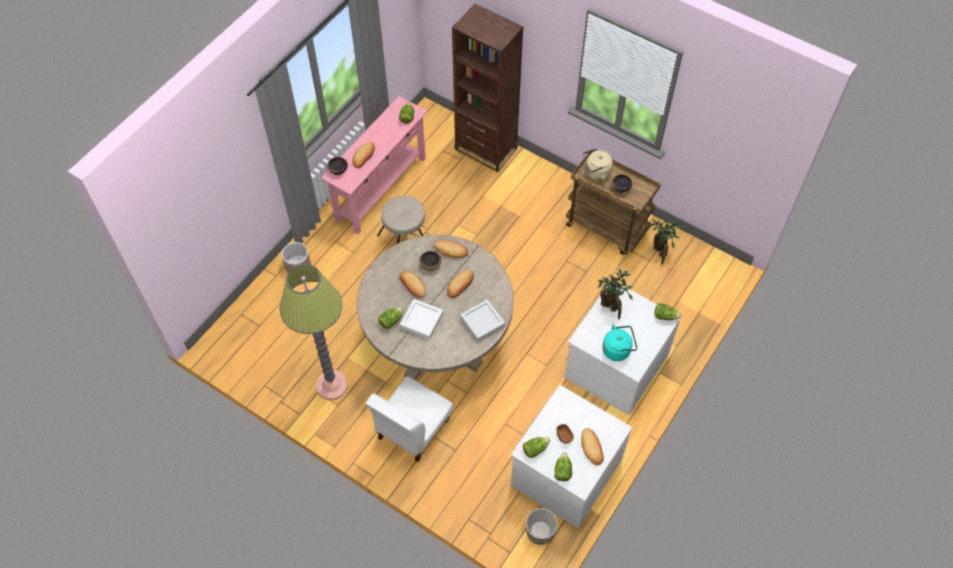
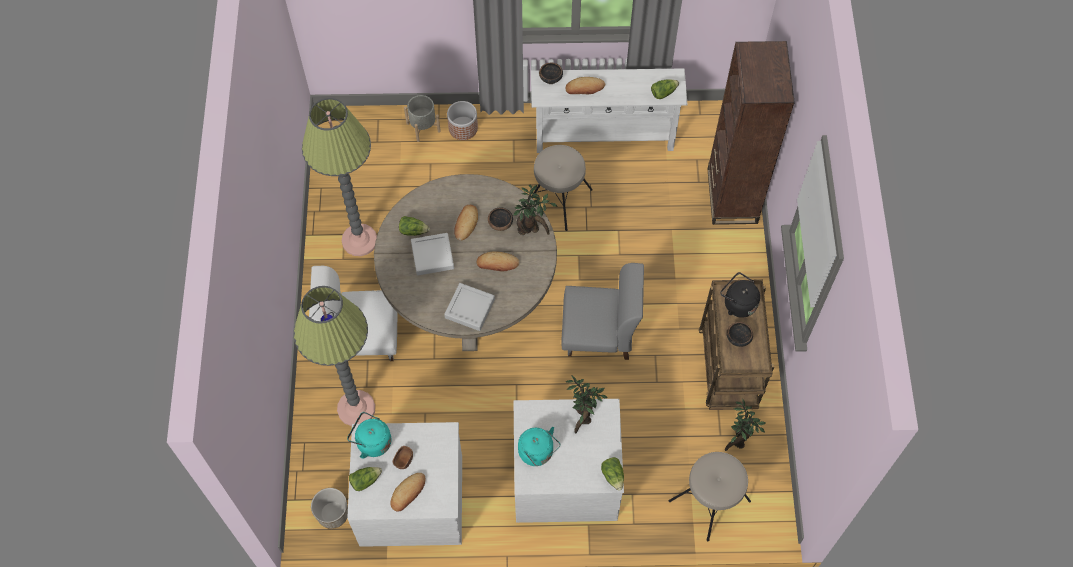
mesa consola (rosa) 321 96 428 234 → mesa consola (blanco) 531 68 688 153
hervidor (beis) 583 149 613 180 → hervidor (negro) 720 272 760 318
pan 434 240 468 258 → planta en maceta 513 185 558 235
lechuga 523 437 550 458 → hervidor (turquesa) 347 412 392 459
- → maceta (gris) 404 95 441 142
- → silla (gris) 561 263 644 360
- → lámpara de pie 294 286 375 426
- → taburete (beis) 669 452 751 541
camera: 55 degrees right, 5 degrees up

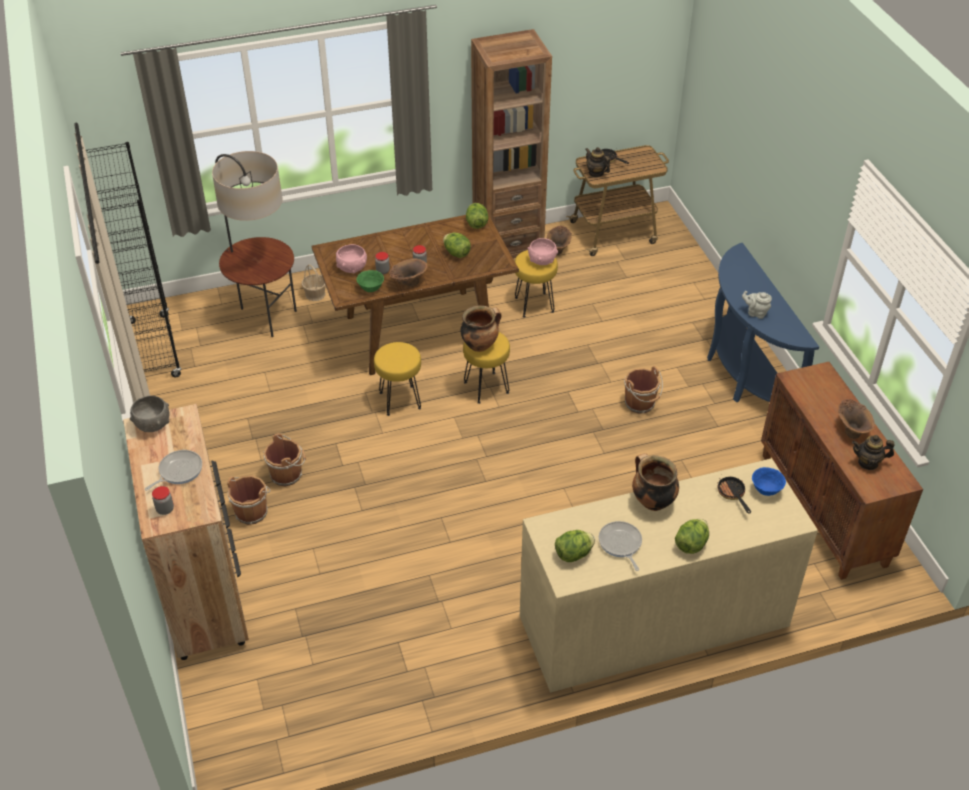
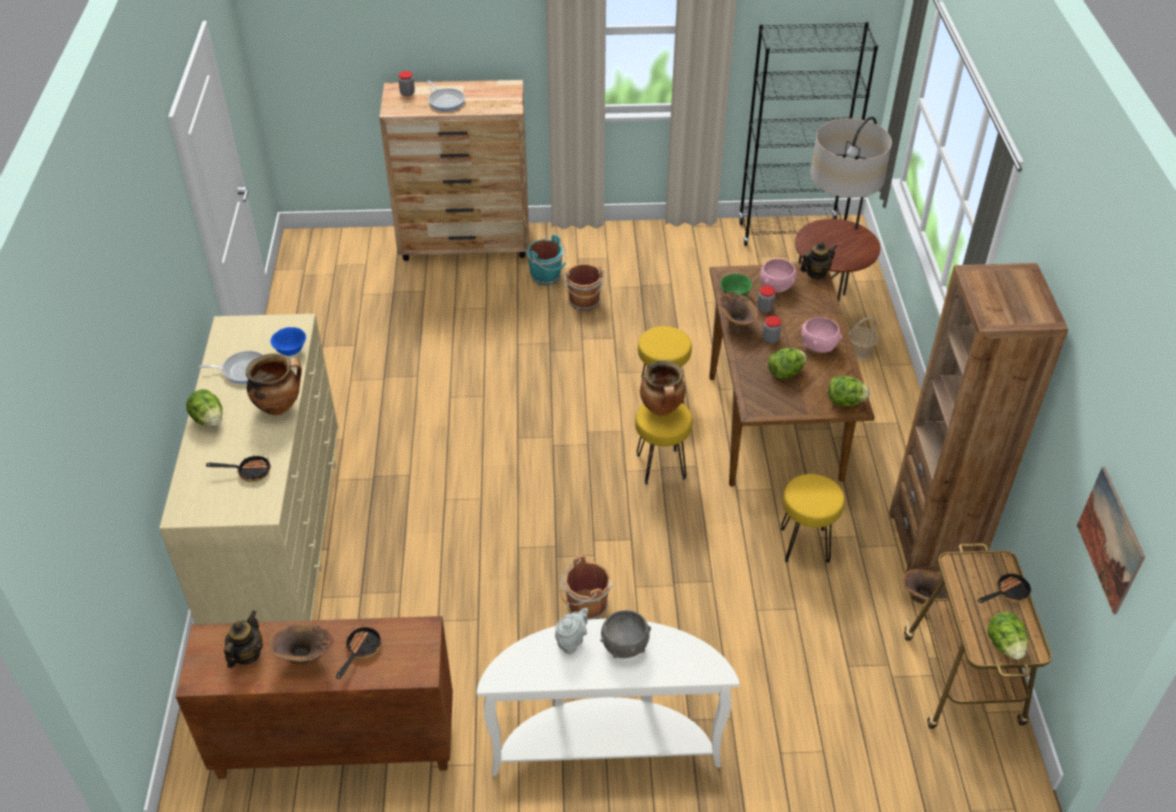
tetera 586 147 610 178 → tetera 800 242 838 279, moved
cuenco (rosa) 527 238 558 265 → cuenco (rosa) 801 317 842 353, moved
mesa consola (azul) 707 243 819 402 → mesa consola (blanco) 477 619 739 776
cuenco (gris) 130 396 169 432 → cuenco (gris) 600 610 651 658, moved
cuenco (azul) 752 467 786 496 → cuenco (azul) 270 327 306 356, moved
cubo (marrón) 227 476 270 525 → cubo (turquesa) 527 234 566 286
lechuga 555 530 595 562 → lechuga 988 612 1028 659, moved
- → cuadro 1077 467 1145 614
- → sartén 336 625 381 679
camera: 105 degrees right, 0 degrees up

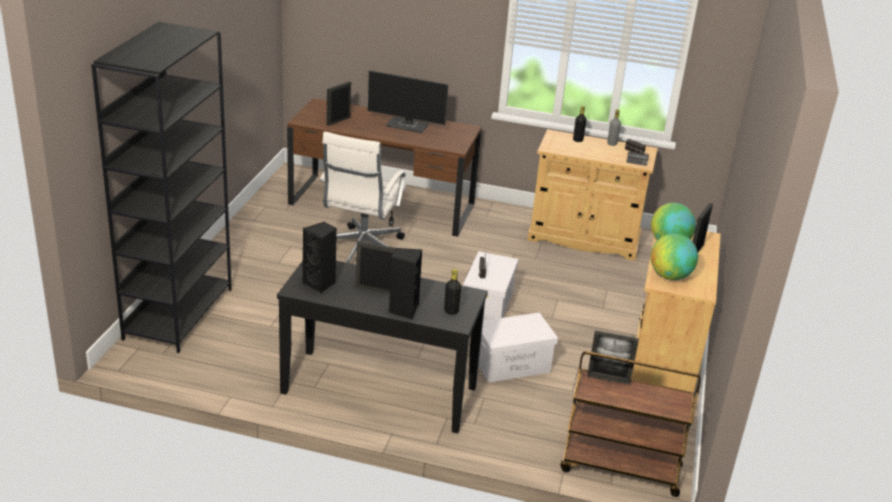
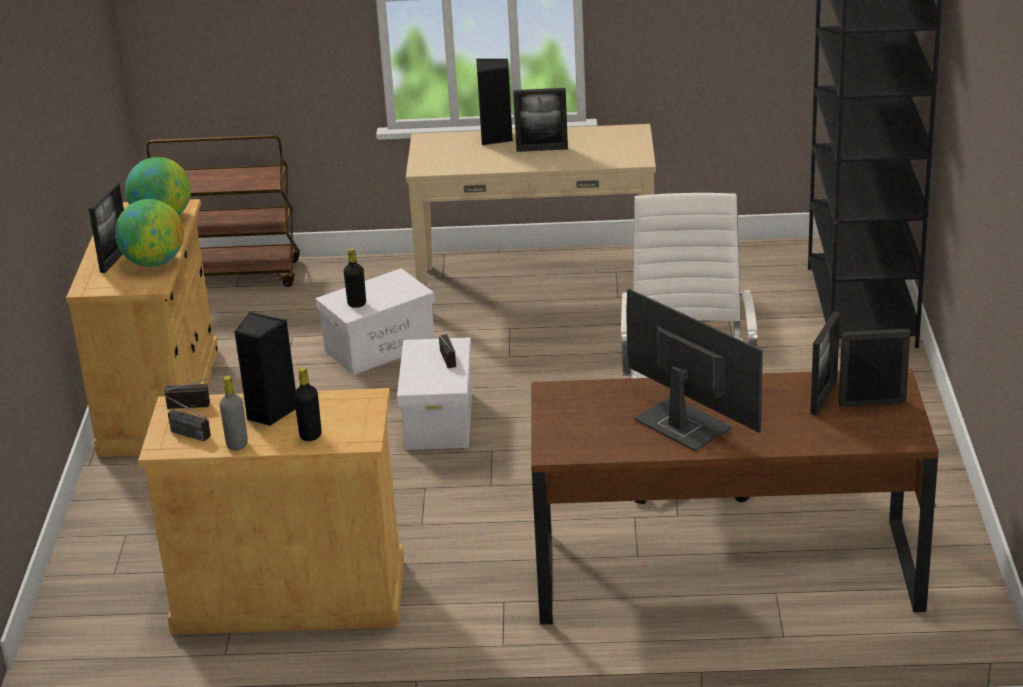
monitor 367 70 448 133 → monitor 626 289 763 451, 45 degrees clockwise
altavoz (negro) 303 222 337 294 → altavoz (negro) 234 311 296 426, moved
mesa consola (negro) 277 261 488 433 → mesa consola (beis) 406 124 656 287
botella (negro) 444 269 461 315 → botella (negro) 344 248 366 308, moved
portarretratos 587 331 639 385 → portarretratos 839 329 910 407, moved
camera: 170 degrees right, 0 degrees up

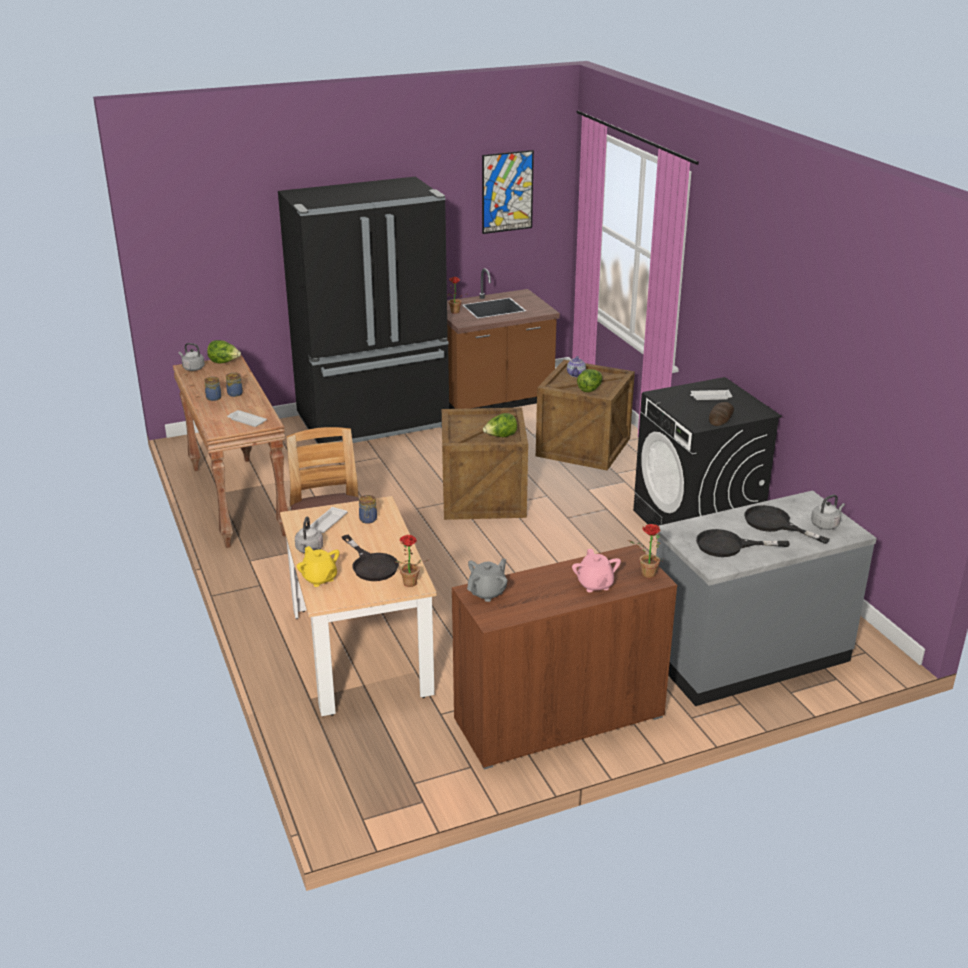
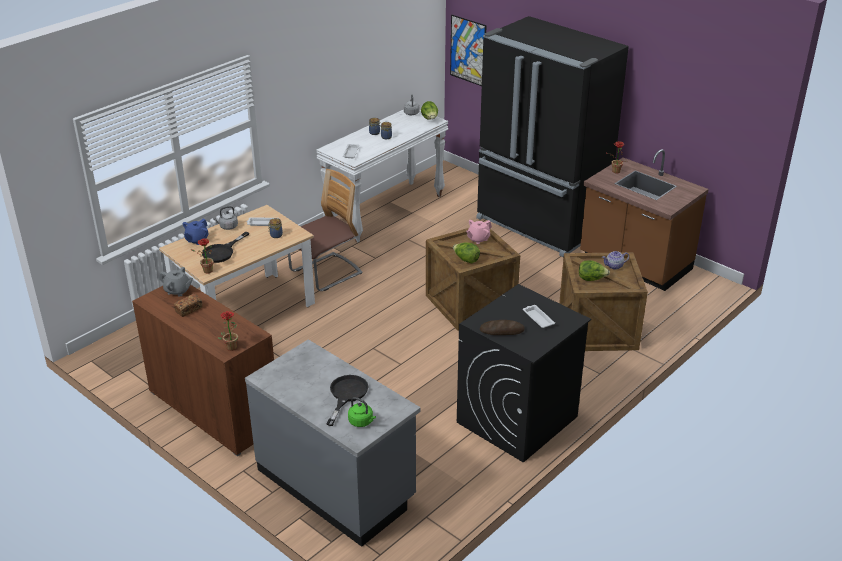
cuadro 482 150 534 234 → cuadro 450 15 487 86, moved
mesa consola (marrón) 173 355 288 548 → mesa consola (blanco) 316 110 448 243
hervidor (gris) 811 495 845 530 → hervidor (verde) 348 397 376 427
sartén (negro) 696 529 790 557 → -
tetera (amarillo) 297 546 339 587 → tetera (azul) 183 219 209 245
tetera (rosa) 572 549 621 592 → tetera (rosa) 466 220 492 244, moved
- → pan 174 294 202 317
camera: 65 degrees right, 5 degrees up

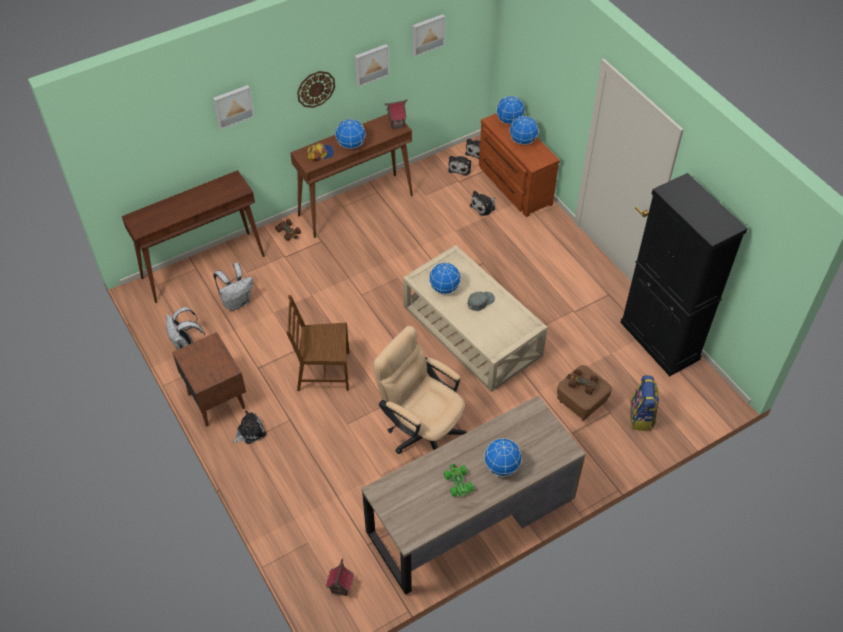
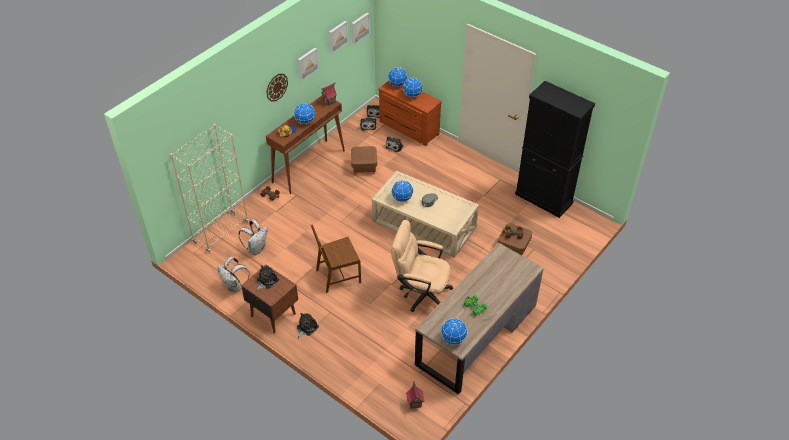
cuadro 213 85 255 130 → cuadro 351 13 370 44, moved
mesa consola (marrón) 122 170 265 303 → estantería (beis) 170 124 249 253
mochila 630 375 659 431 → -
globo terráqueo 484 438 522 477 → globo terráqueo 441 318 468 345, moved
- → puf (marrón) 351 146 377 175
- → peluche 257 265 279 291
camera: 20 degrees left, 5 degrees down

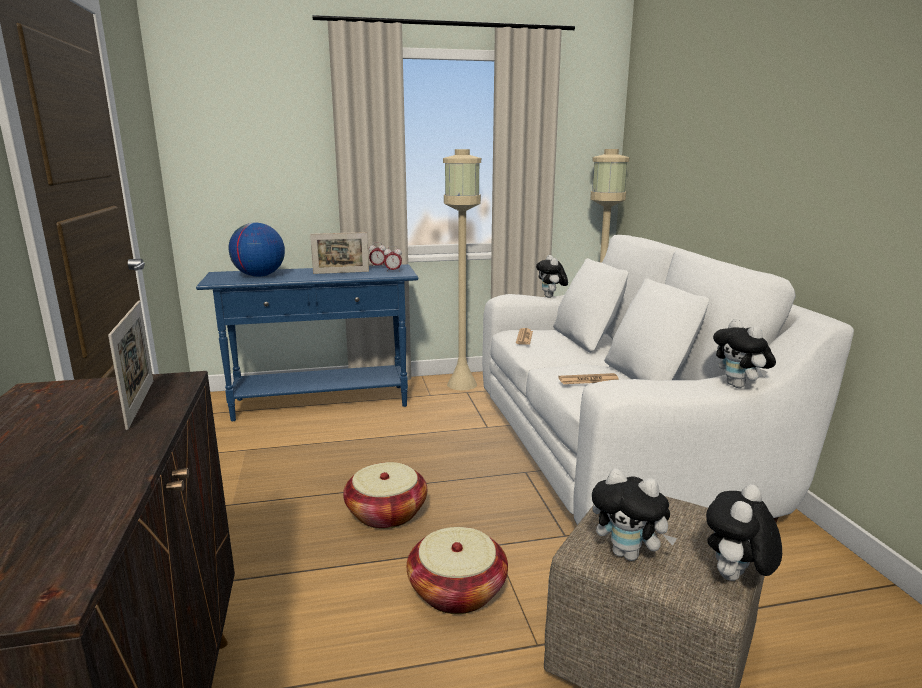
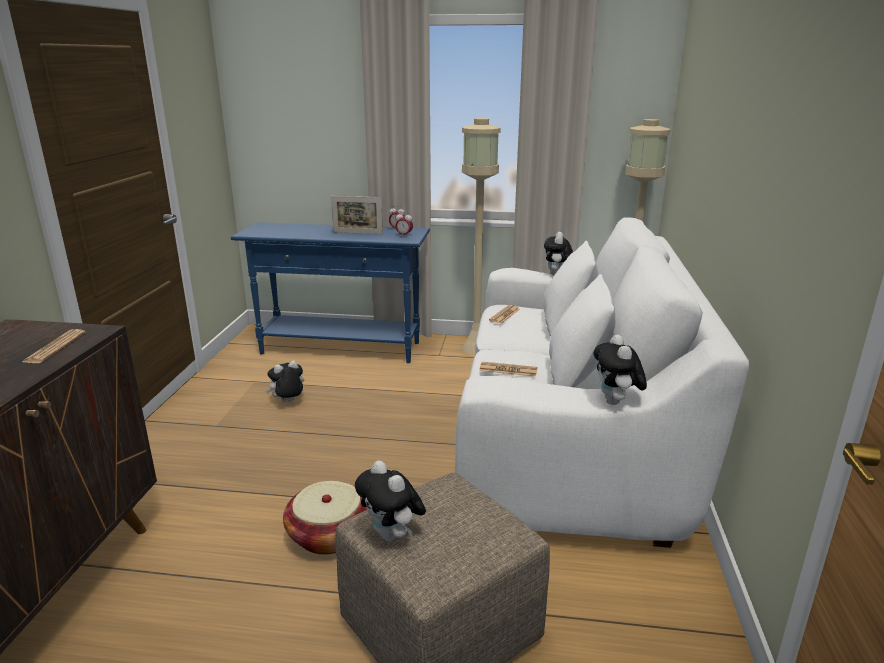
globo terráqueo 228 223 285 277 → -
portarretratos 108 301 153 430 → periódico 23 329 85 363
cesta 343 462 427 529 → -
peluche 706 485 782 581 → peluche 266 360 304 402, moved
camera: 20 degrees right, 5 degrees up

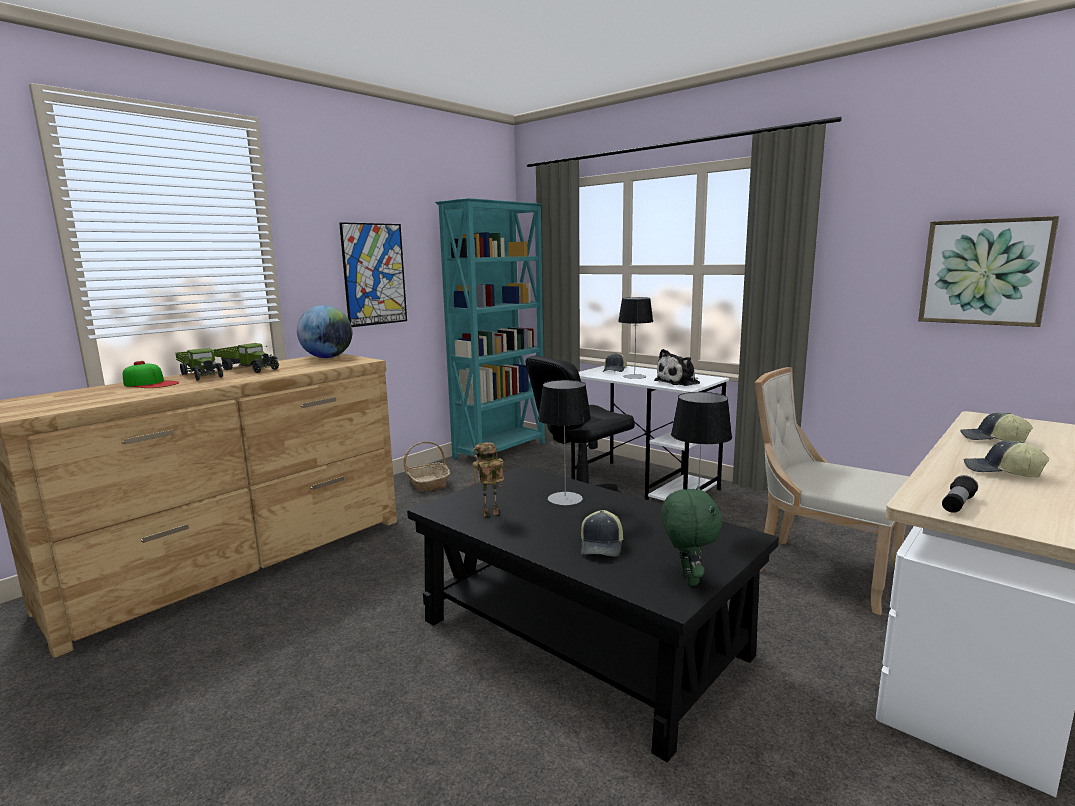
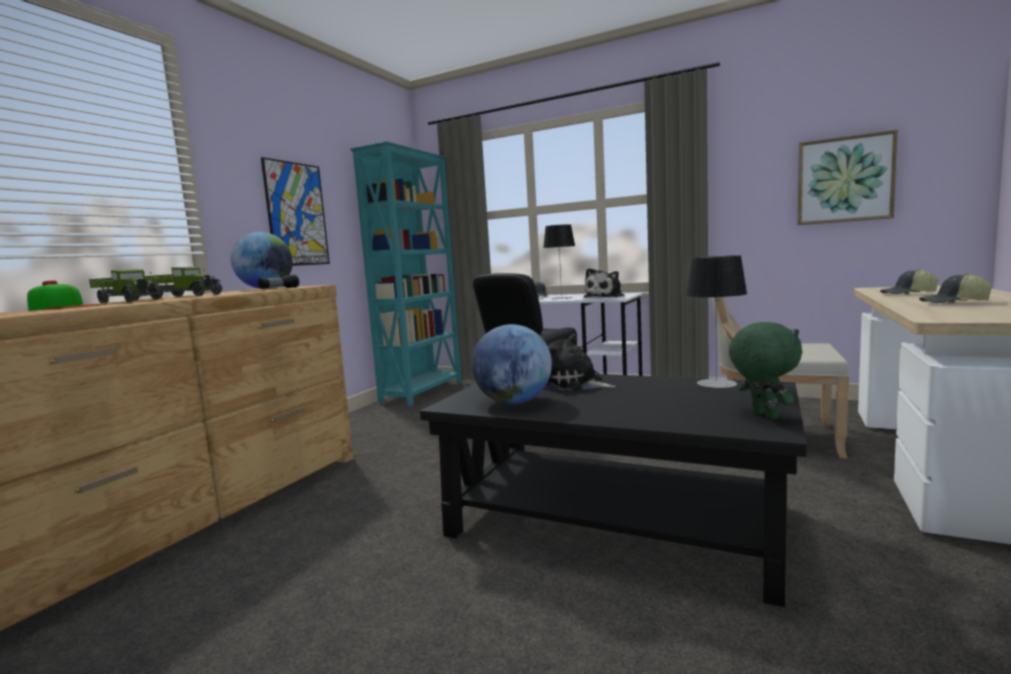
lámpara de mesa 538 380 591 506 → peluche 545 334 616 391
cesta 403 441 450 492 → -
robot de juguete 471 442 504 516 → globo terráqueo 472 324 552 404
linterna 942 475 978 513 → linterna 258 274 299 289, moved
gorra 581 510 623 557 → -
camera: 15 degrees left, 5 degrees down

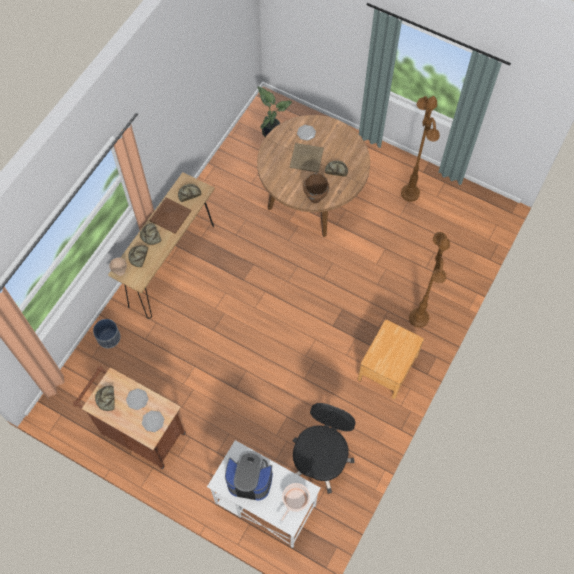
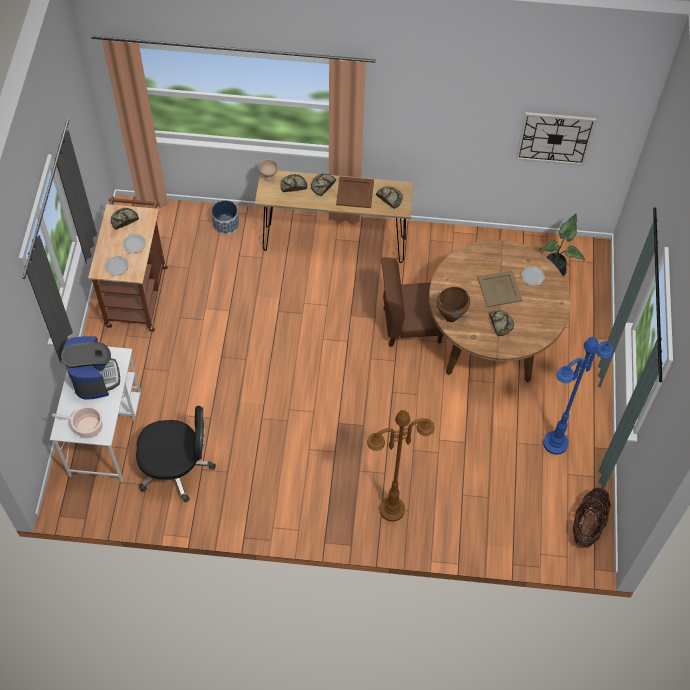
lámpara de pie (marrón) 401 96 440 202 → lámpara de pie (azul) 543 337 613 455
mesita de noche (marrón) 358 320 424 399 → -
- → reloj de pared 516 112 596 166
- → silla (marrón) 381 258 444 347
- → cesta 572 487 611 548
camera: 65 degrees right, 5 degrees down

